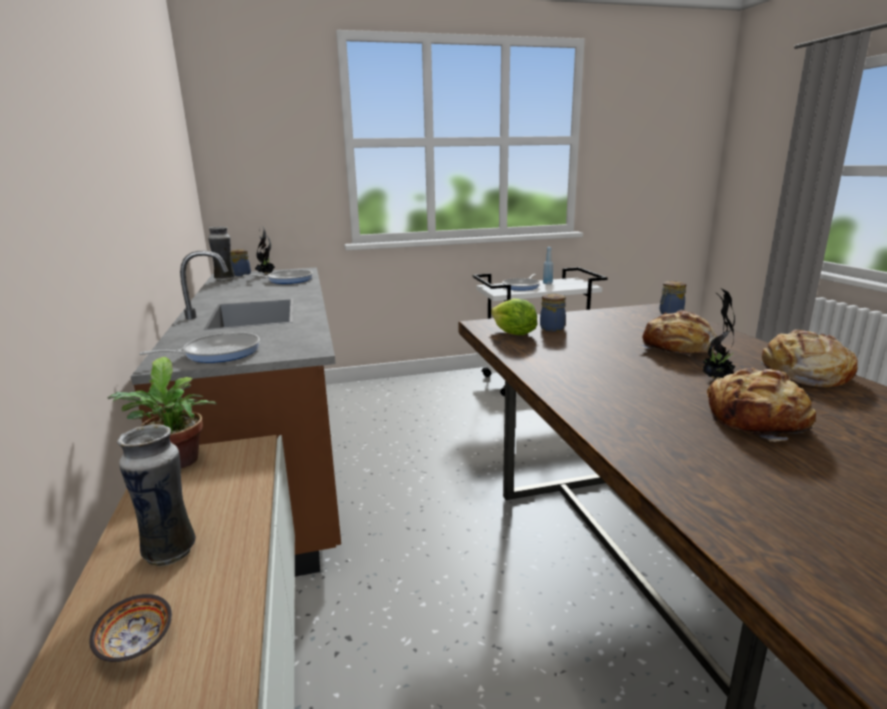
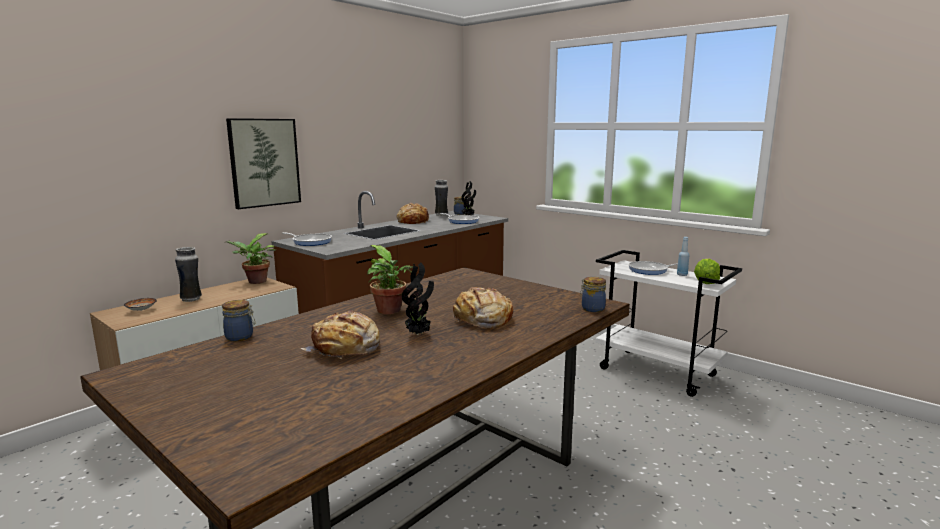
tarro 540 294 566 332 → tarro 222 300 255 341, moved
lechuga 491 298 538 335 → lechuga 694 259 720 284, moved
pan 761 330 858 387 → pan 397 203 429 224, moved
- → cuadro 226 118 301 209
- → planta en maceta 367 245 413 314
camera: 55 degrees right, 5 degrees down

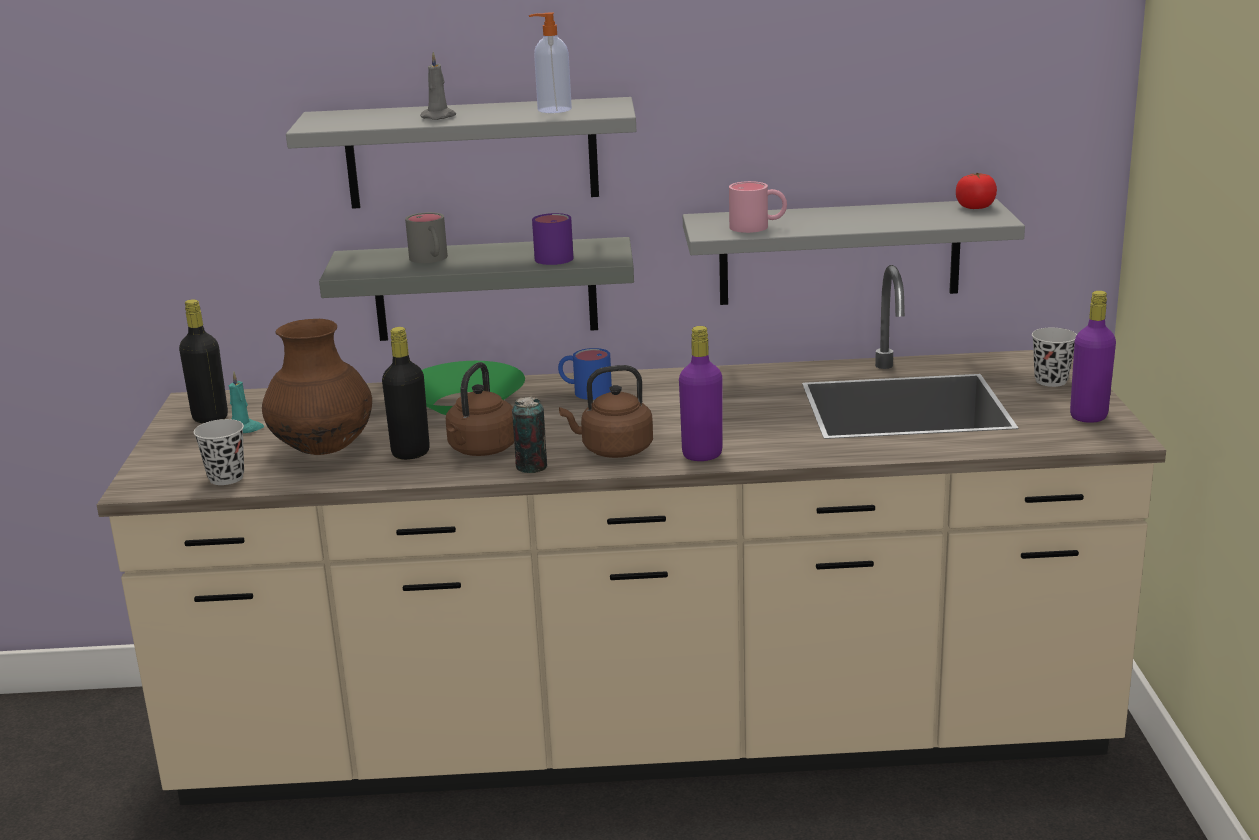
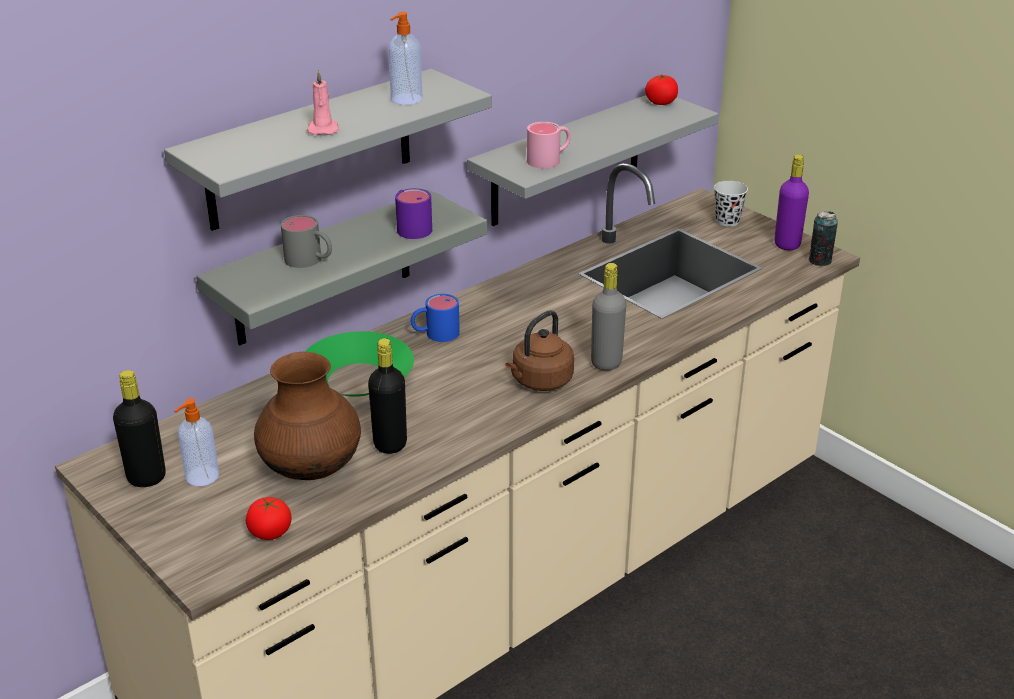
vela (gris) 420 52 456 120 → vela (rosa) 307 70 339 135
botella (morado) 679 326 722 461 → botella (gris) 591 263 626 370
hervidor (marrón) 446 362 514 456 → -
vela (turquesa) 229 372 264 433 → dispensador de jabón 174 398 219 486
lata 512 397 547 473 → lata 808 211 838 266, moved
taza (negro) 193 419 244 485 → tomate 246 497 292 540
camera: 40 degrees left, 10 degrees up

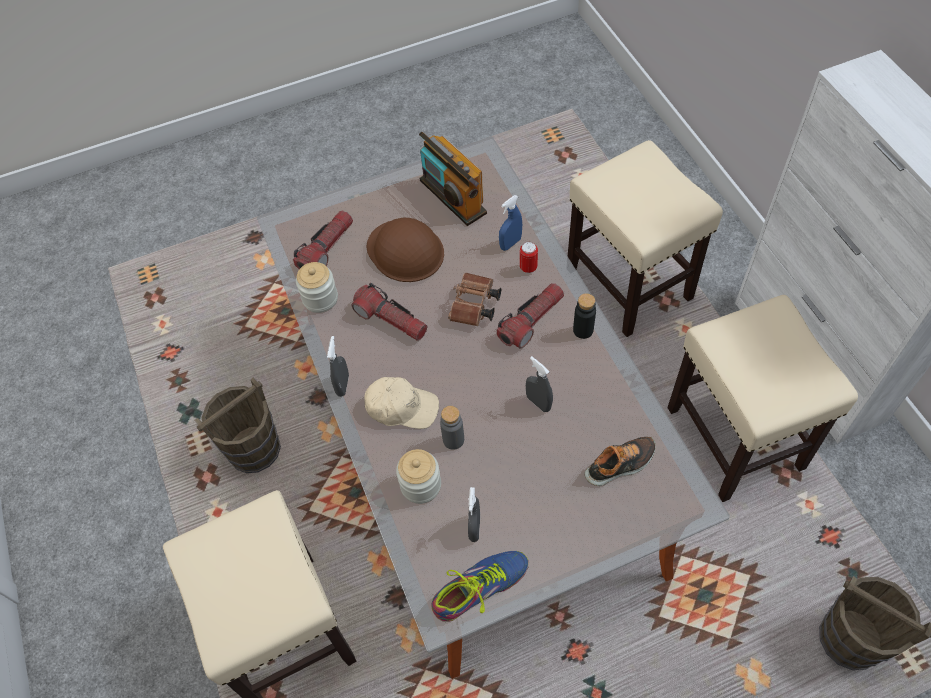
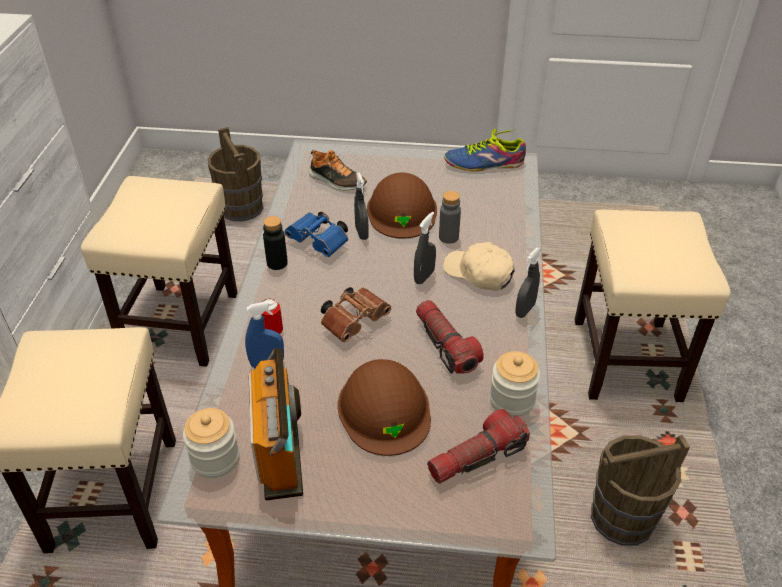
linterna 497 283 564 349 → -
zapato 584 437 656 486 → zapato 308 150 367 190, 150 degrees counterclockwise
tarro 396 449 441 504 → tarro 183 408 239 478, moved
pulverizador (gris) 468 487 480 542 → pulverizador (gris) 414 212 436 284, moved
- → casco (marrón) 367 172 437 238
- → prismáticos (azul) 285 212 348 257
camera: 155 degrees left, 15 degrees down

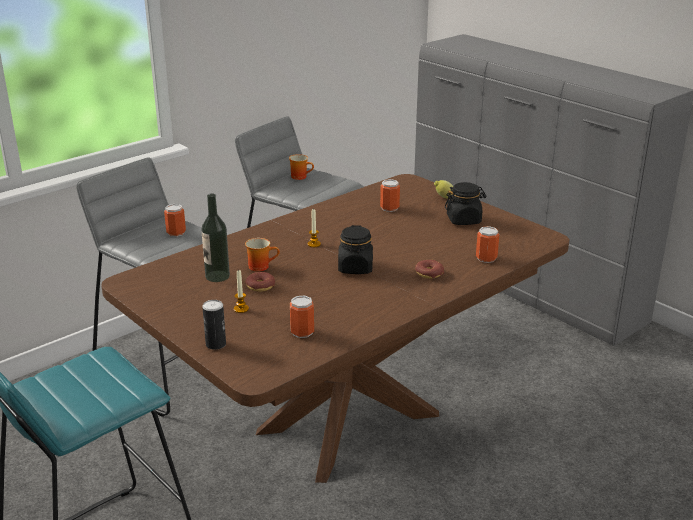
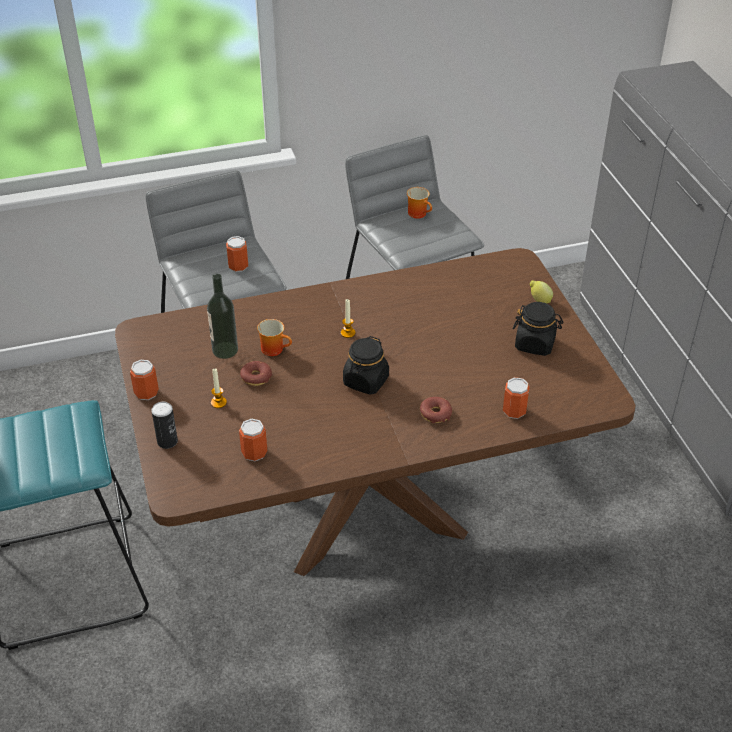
lata 380 179 400 212 → lata 130 360 159 400, moved
camera: 25 degrees right, 15 degrees up

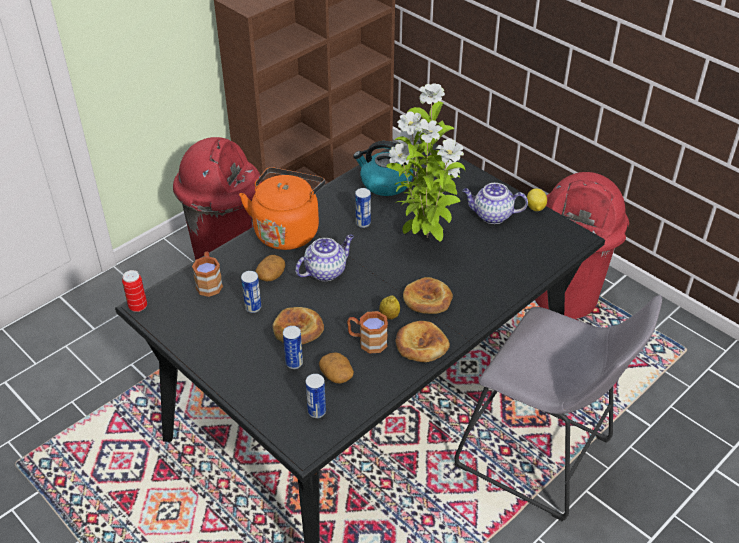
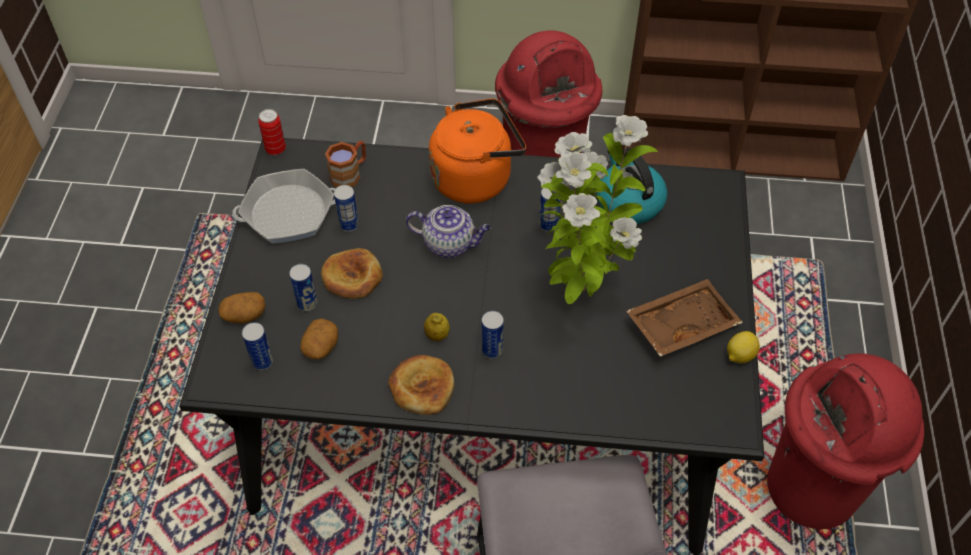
tetera 462 183 528 224 → bandeja (marrón) 626 279 743 357
patata 255 255 285 281 → patata 218 292 265 324, moved
pan 403 277 453 314 → lata 482 311 504 359
taza grande (marrón) 347 311 388 354 → -
- → sartén 232 169 336 243
camera: 50 degrees right, 10 degrees up

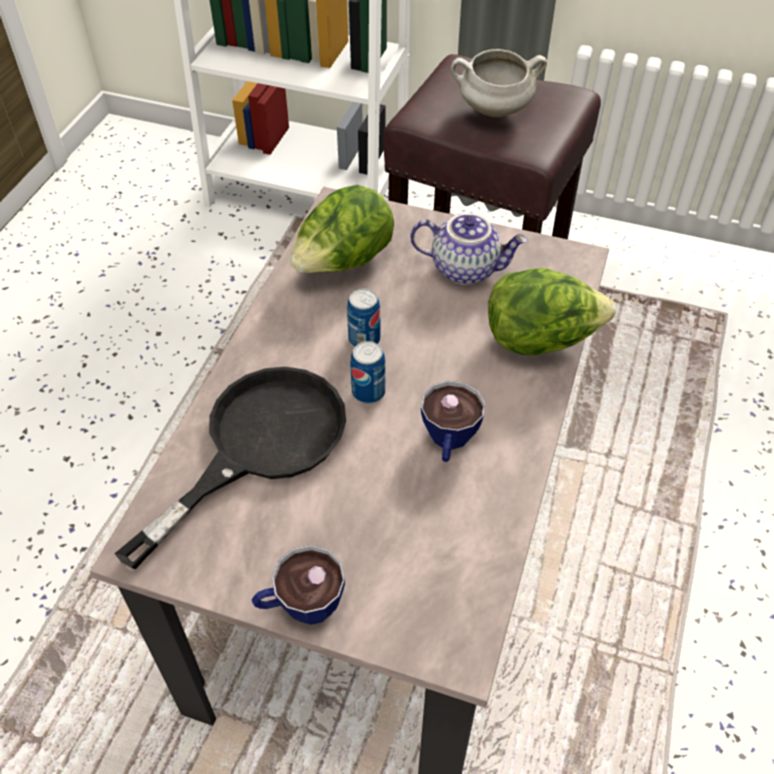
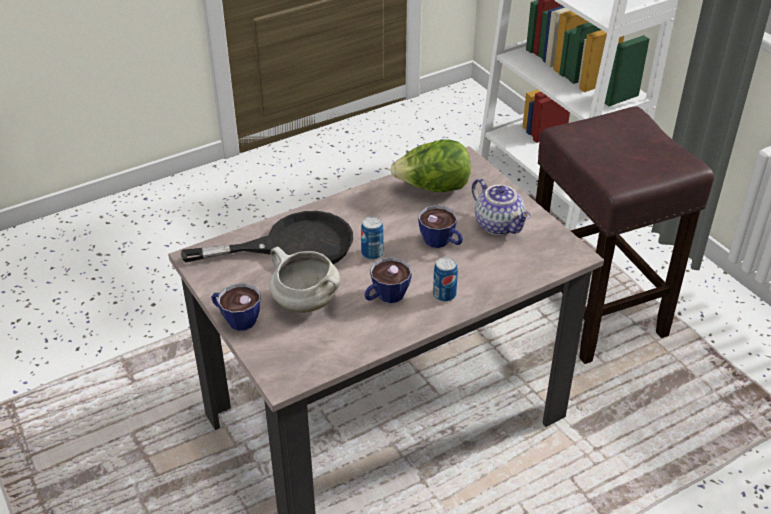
olla (blanco) 451 49 547 117 → olla (blanco) 269 247 340 312, moved
lechuga 488 268 616 355 → -
lata 347 289 381 347 → lata 433 257 458 302, moved
- → taza 418 205 463 248
camera: 40 degrees right, 10 degrees down

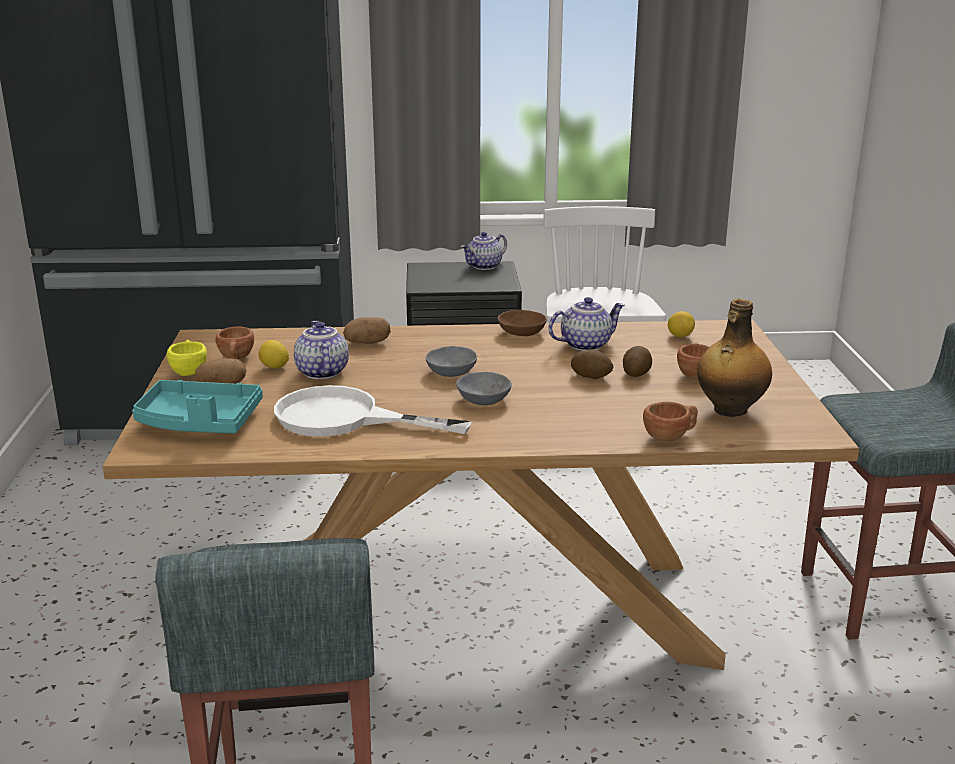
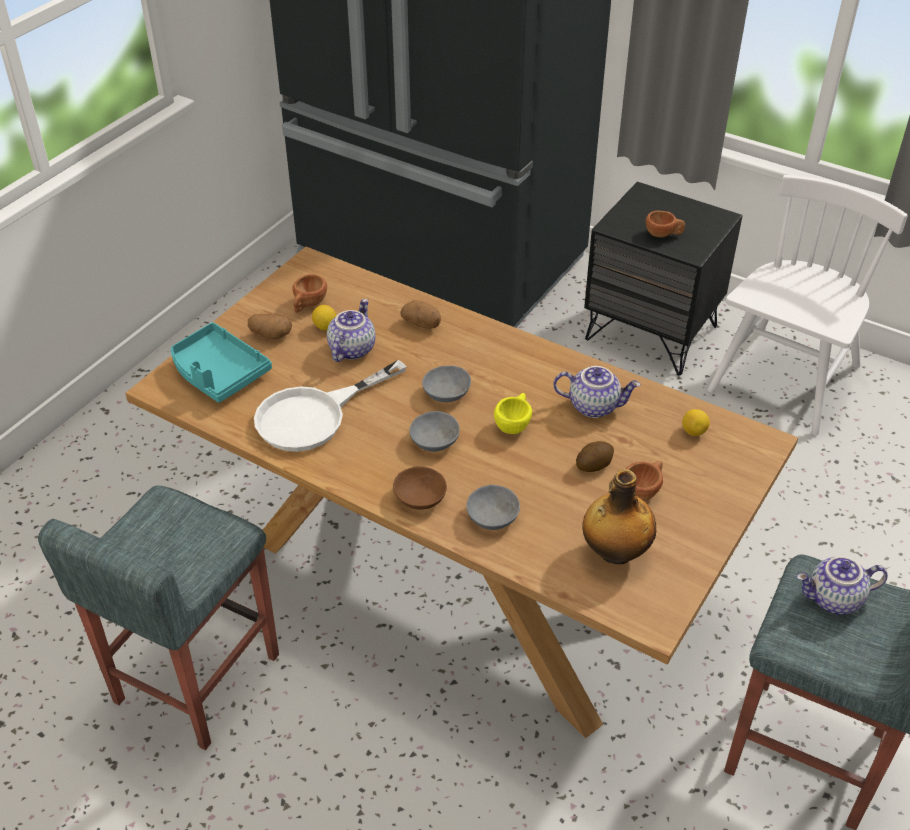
tetera 461 232 507 270 → tetera 797 556 888 614, moved
cuenco (marrón) 497 310 547 336 → cuenco (marrón) 393 466 447 510, moved
taza (amarillo) 167 340 207 376 → taza (amarillo) 494 393 532 434, moved
patata 571 350 613 379 → -
sartén (blanco) 274 385 472 437 → sartén (blanco) 254 360 407 452, 90 degrees counterclockwise
taza (marrón) 643 401 698 441 → taza (marrón) 646 211 685 237, moved
- → cuenco (gris) 466 485 520 530
camera: 35 degrees right, 20 degrees up

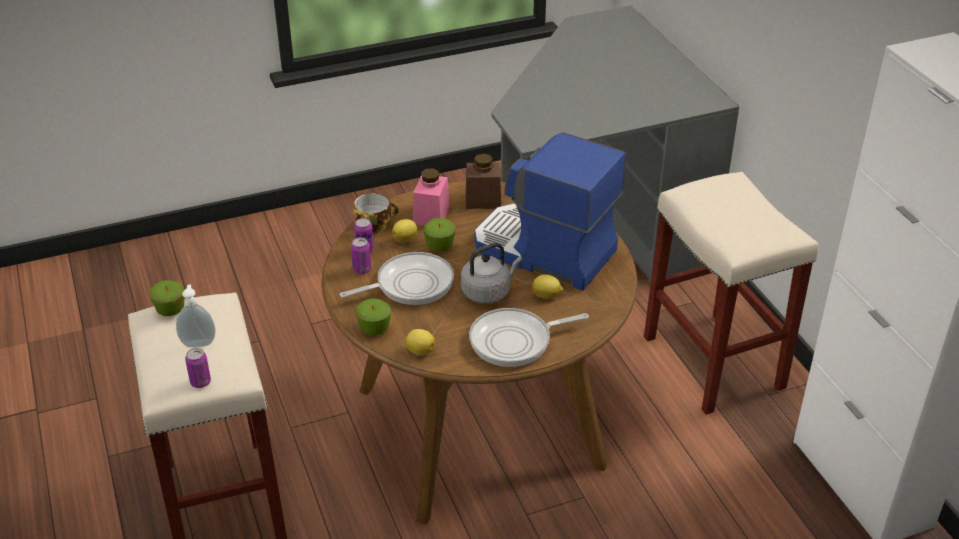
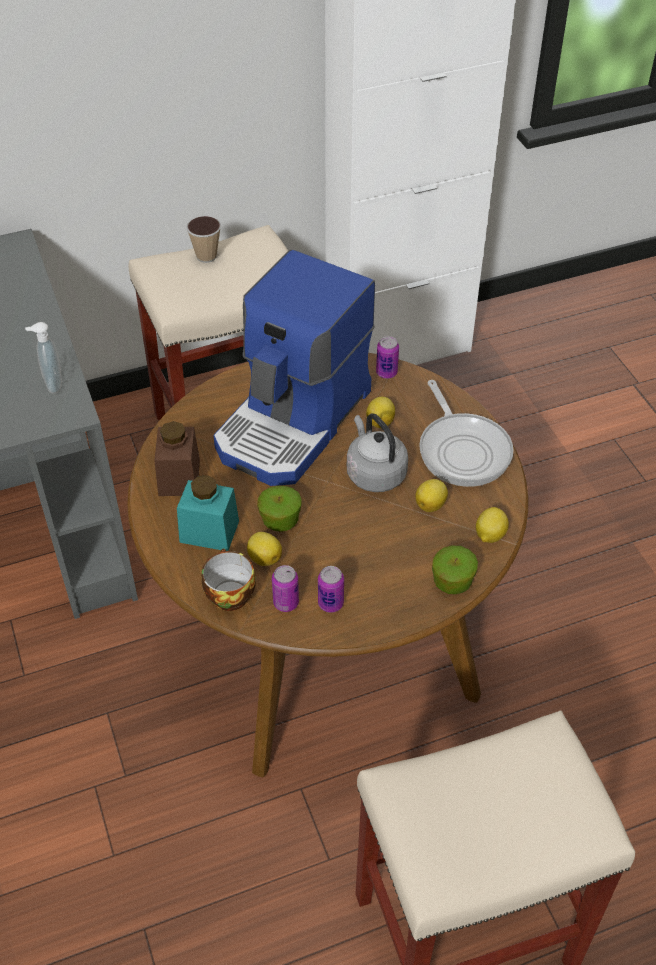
tarro (rosa) 413 168 450 226 → tarro (turquesa) 177 475 239 551
sartén 340 252 454 305 → -
manzana 149 280 185 316 → -
dispensador de jabón 176 284 216 348 → dispensador de jabón 25 322 62 394, moved
lata 185 348 211 388 → lata 376 336 399 379, moved
- → taza 186 216 221 263
- → limón 415 479 448 512
camera: 90 degrees left, 10 degrees up

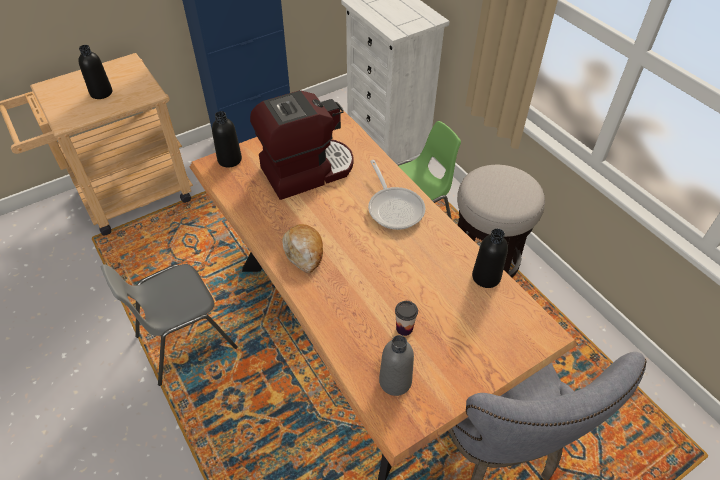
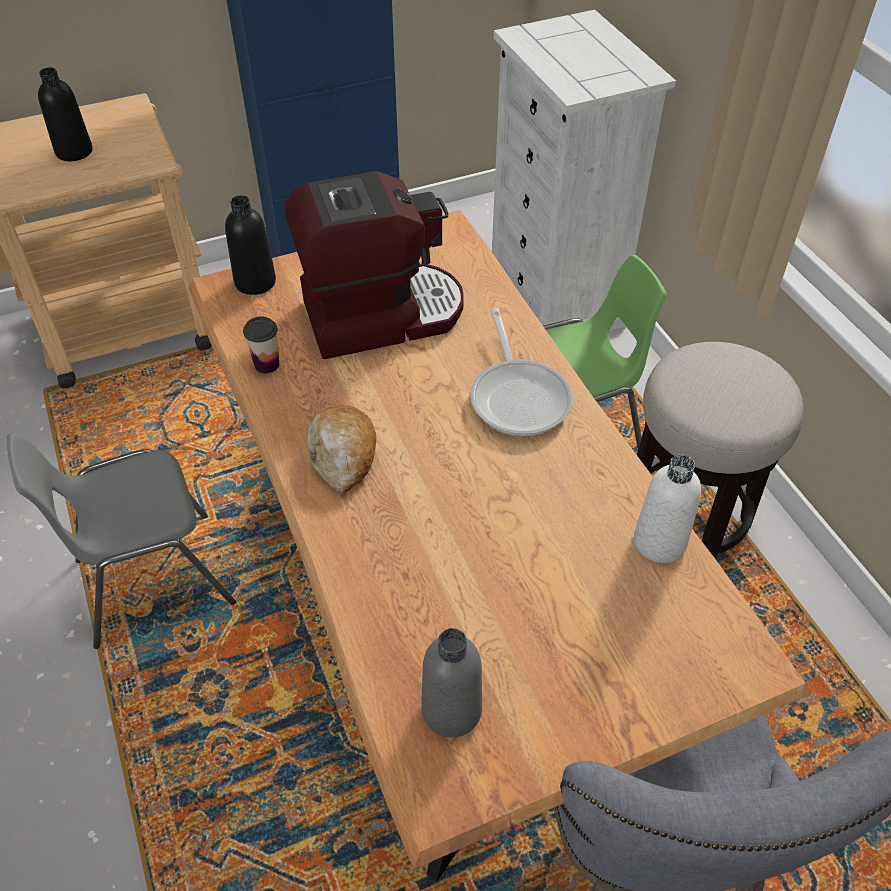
botella (negro) 472 228 508 288 → botella (blanco) 634 455 701 563
taza 395 301 418 336 → taza 243 316 279 374, moved
camera: 10 degrees right, 0 degrees up

